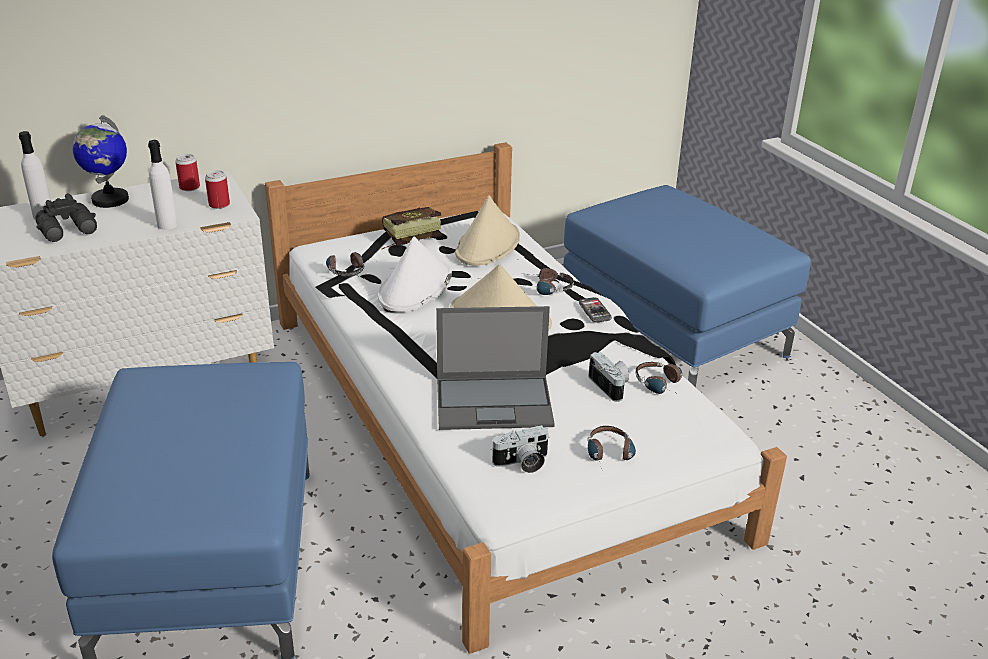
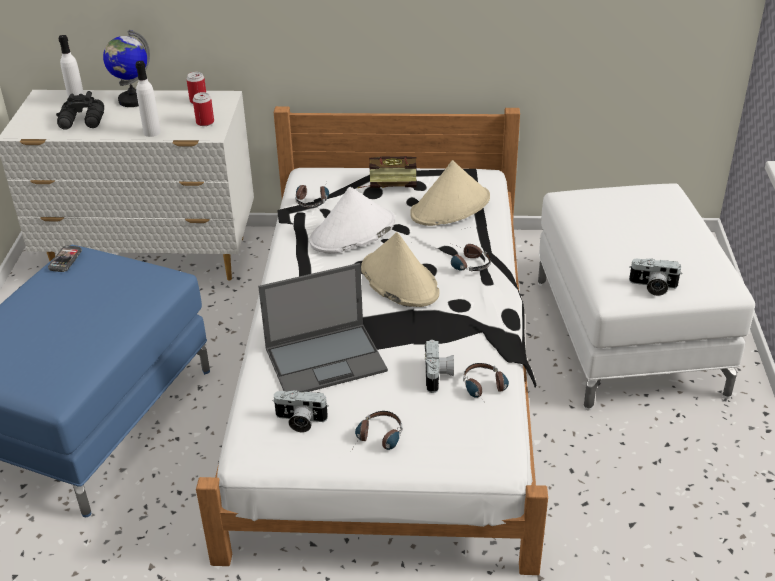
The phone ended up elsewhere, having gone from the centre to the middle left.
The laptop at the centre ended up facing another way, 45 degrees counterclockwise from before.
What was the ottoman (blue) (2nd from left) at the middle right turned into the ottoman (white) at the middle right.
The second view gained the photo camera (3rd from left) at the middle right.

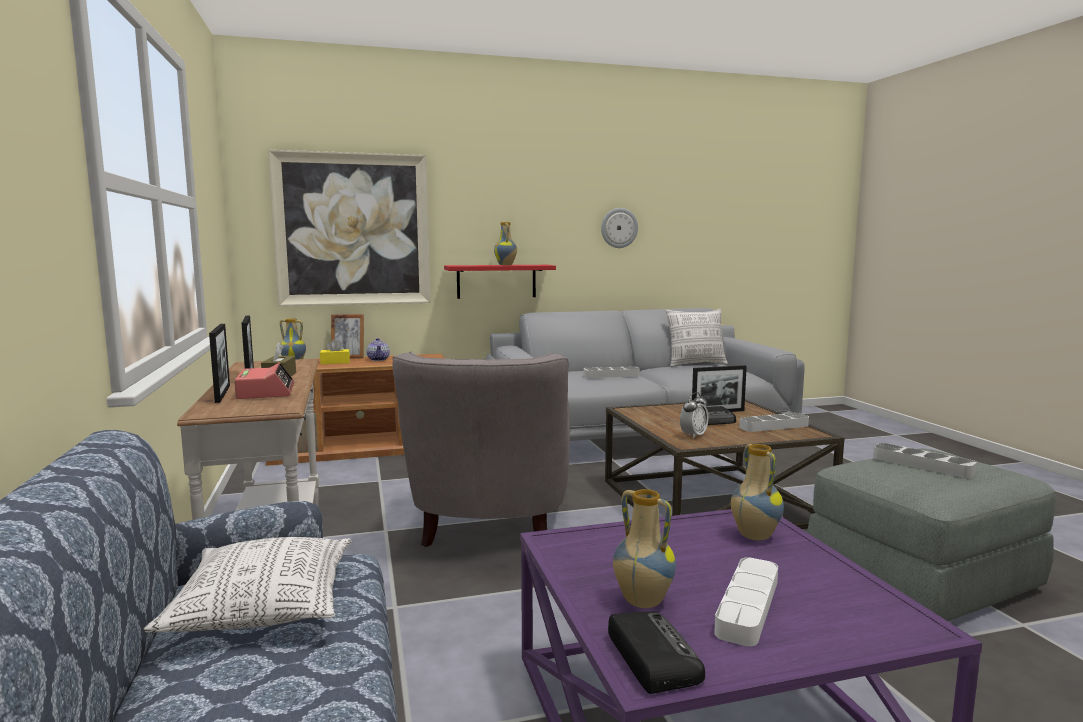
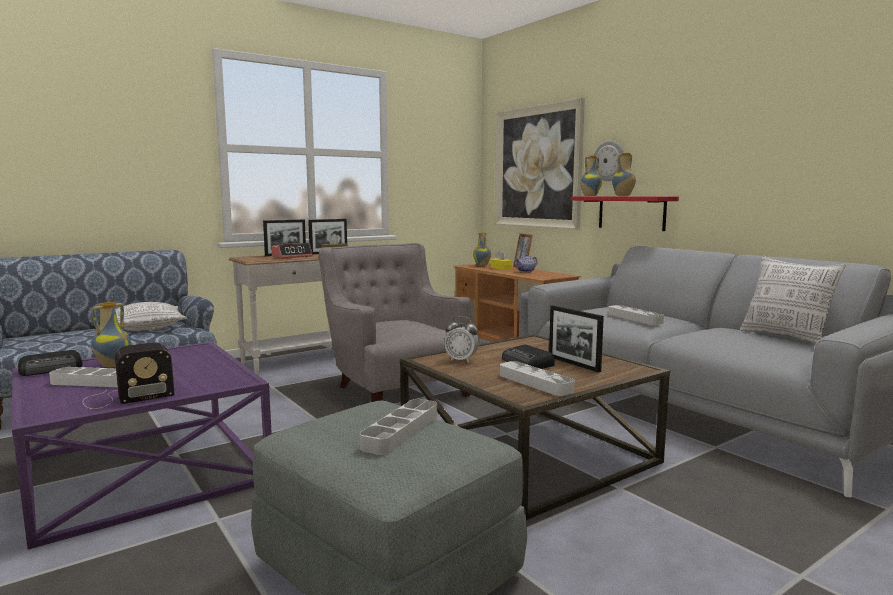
The second view gained the radio (2nd from left) at the middle left.
The armchair (grey) at the centre ended up facing another way, 75 degrees clockwise from before.
The vase (4th from left in the first image) ended up elsewhere, having gone from the bottom right to the top centre.
The wall clock ended up elsewhere, having gone from the top centre to the top right.

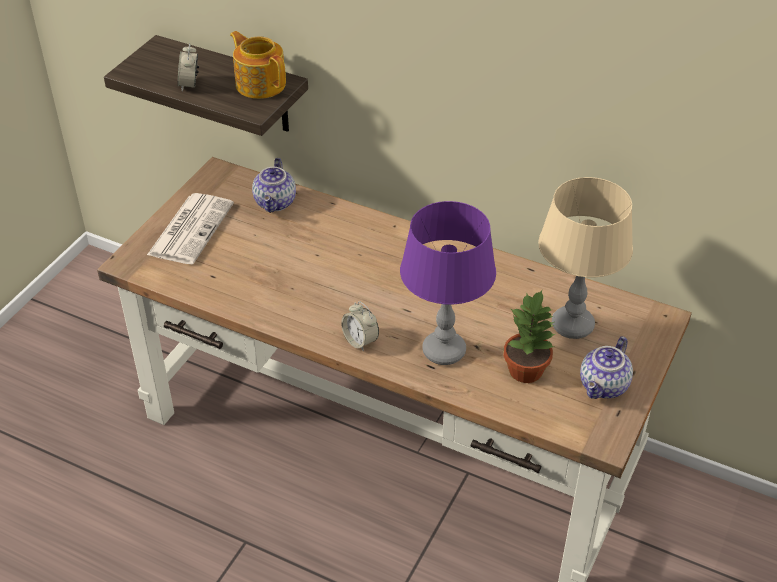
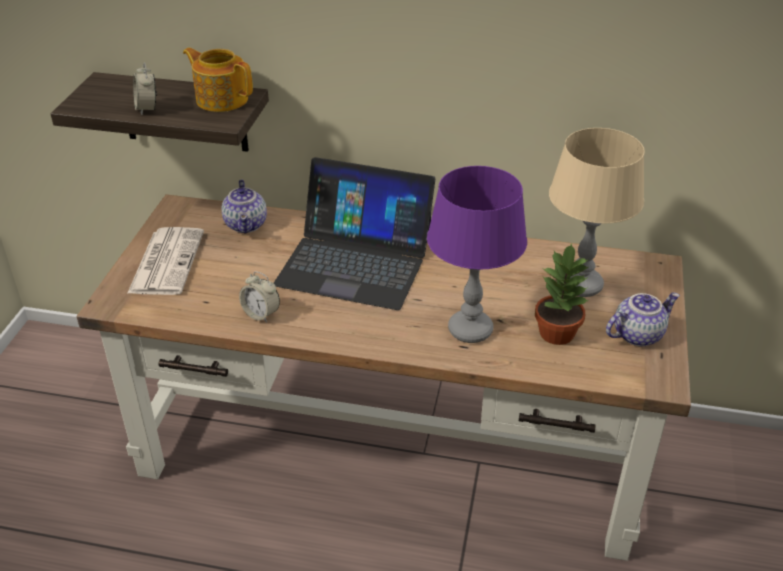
The alarm clock (2nd from left) ended up elsewhere, having gone from the centre to the middle left.
The second view gained the laptop at the centre.
The teapot (3rd from left) at the middle right ended up facing another way, 135 degrees counterclockwise from before.

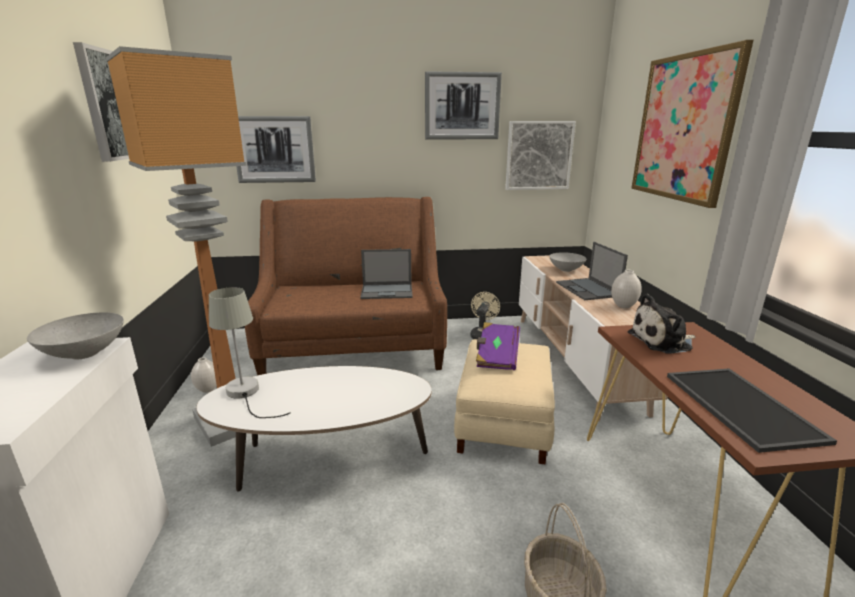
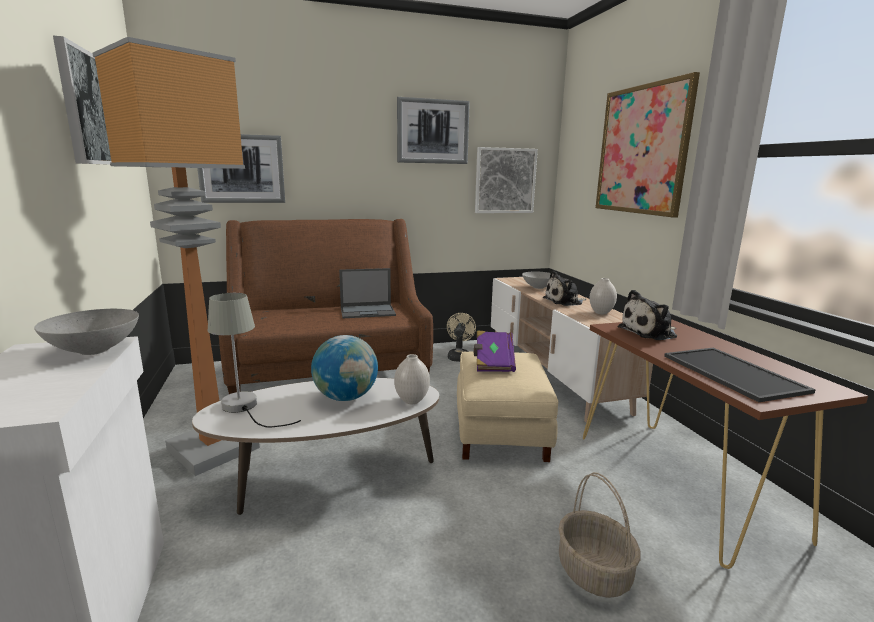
The second view gained the globe at the centre.
The vase (white) (1st from left) ended up elsewhere, having gone from the middle left to the centre.
Where the laptop (2nd from left) stood at the middle right, the plush toy (1st from left) came to stand at the centre.

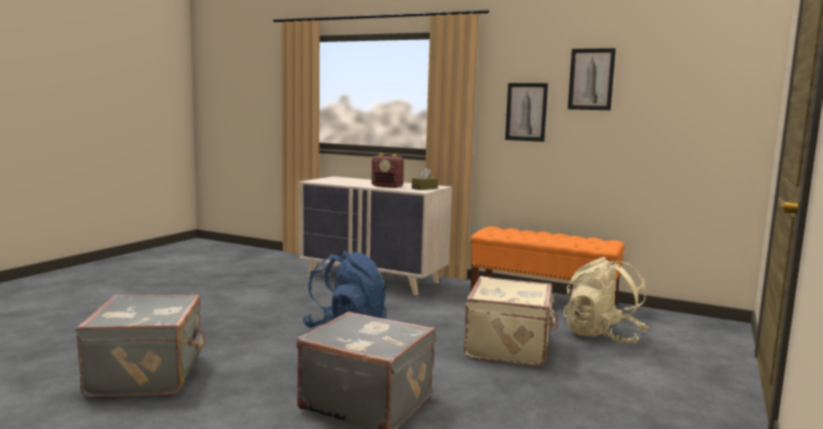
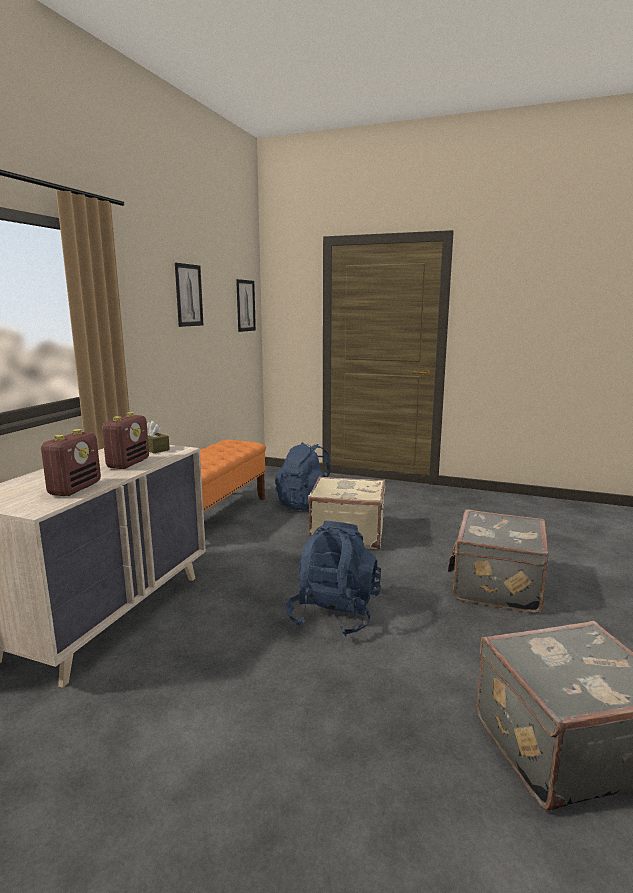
The second view gained the radio (1st from left) at the middle left.
The picture (1st from left in the first image) ended up elsewhere, having gone from the top centre to the centre.
What was the backpack (beige) at the bottom right turned into the backpack (blue) (1st from left) at the centre.

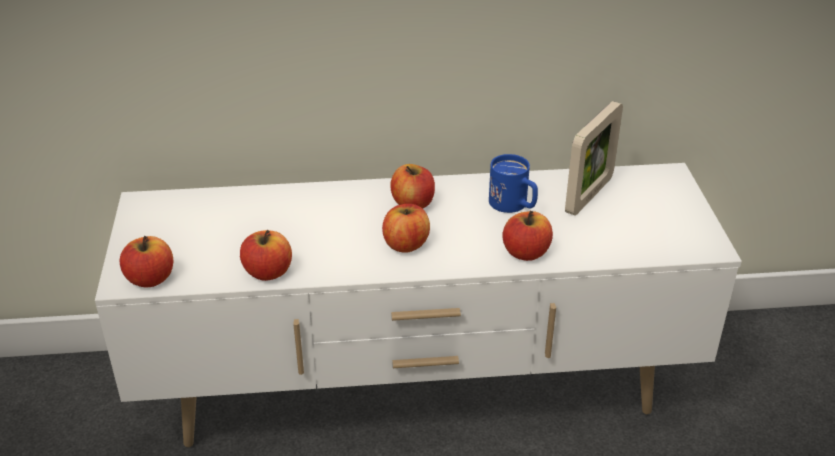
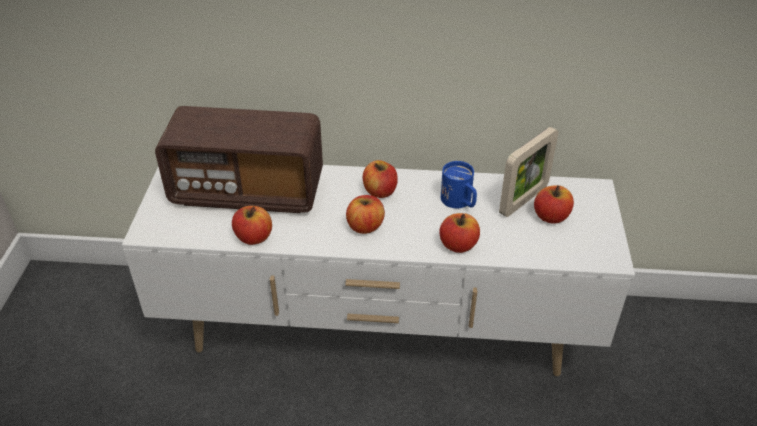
The second view gained the radio at the middle left.
The apple (1st from left in the first image) ended up elsewhere, having gone from the middle left to the middle right.

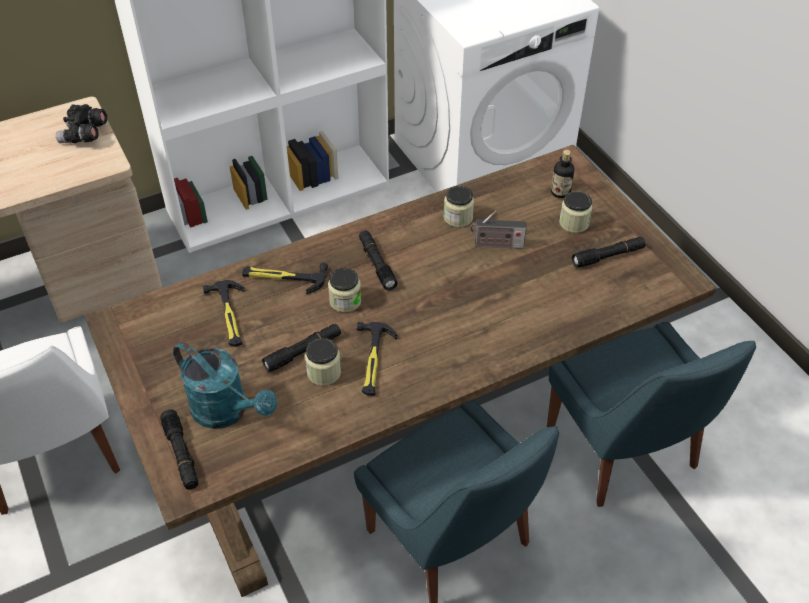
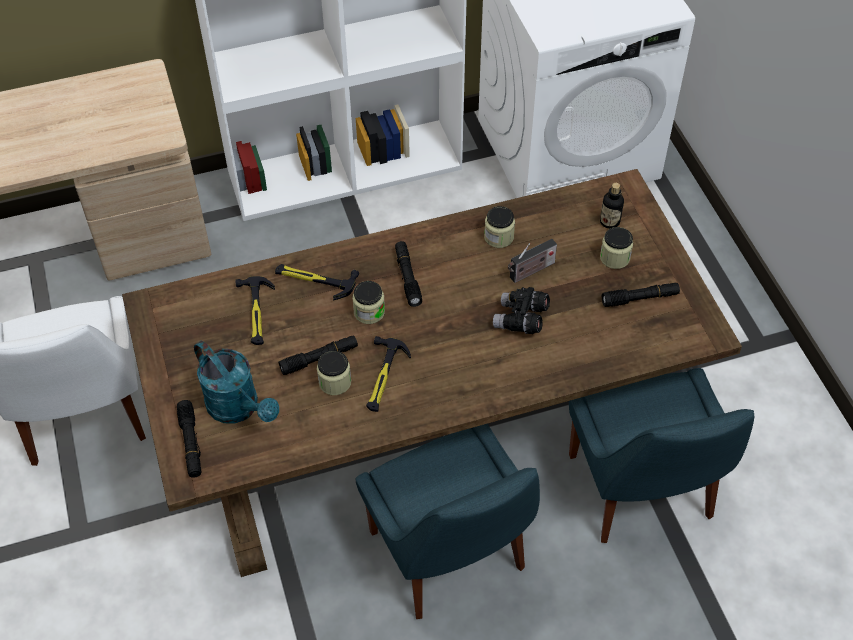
The binoculars (black) ended up elsewhere, having gone from the top left to the centre.
The radio at the centre ended up facing another way, 45 degrees counterclockwise from before.

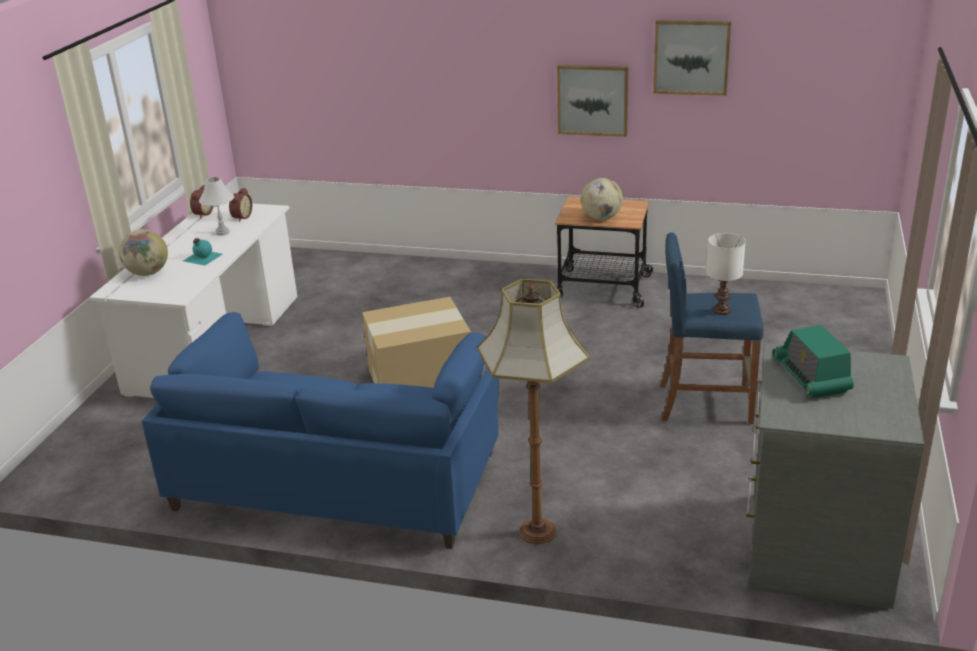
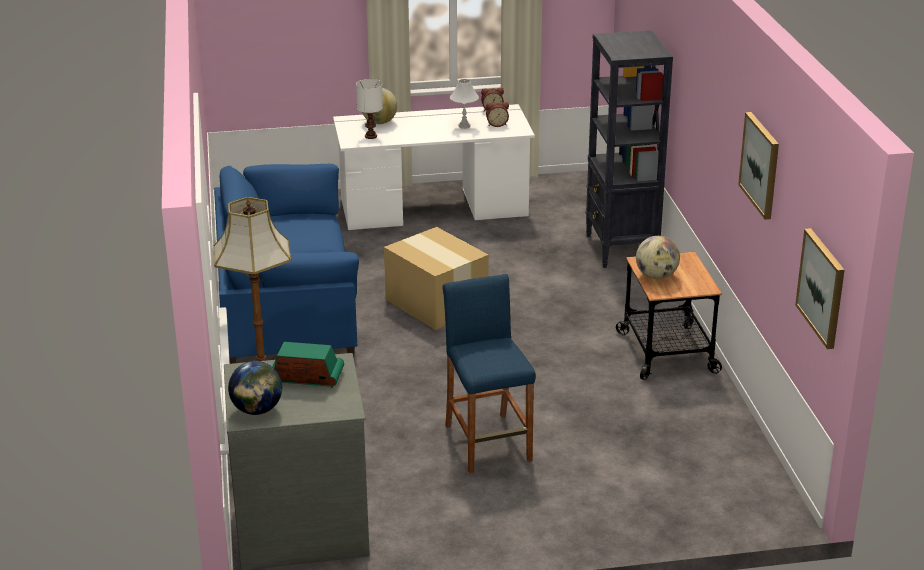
The second view gained the globe (1st from left) at the bottom left.
The radio at the middle right ended up facing another way, 45 degrees clockwise from before.
The table lamp (white) (2nd from left in the first image) ended up elsewhere, having gone from the middle right to the top centre.
The second view gained the bookcase (black) at the top right.
The picture (1st from left in the first image) ended up elsewhere, having gone from the top centre to the middle right.
The second view lost the bottle (turquoise) at the middle left.

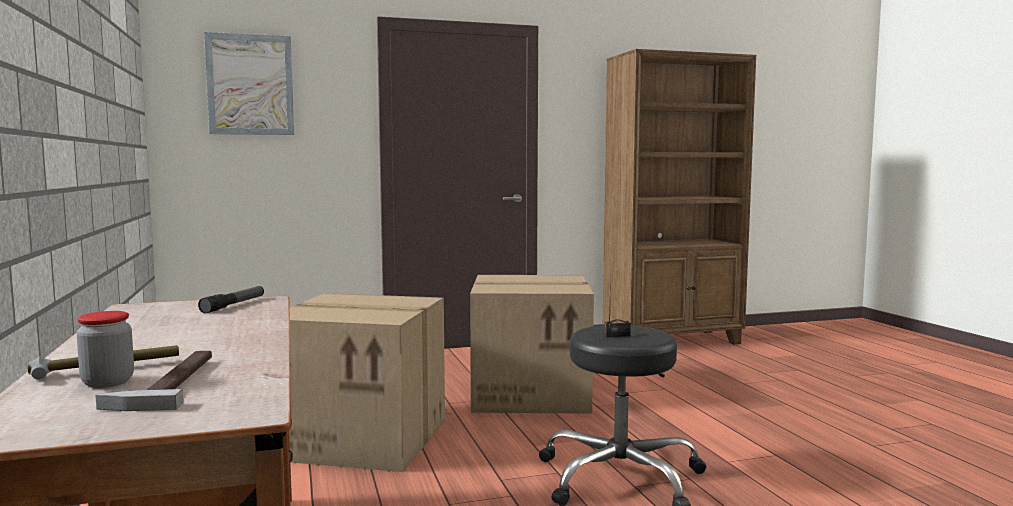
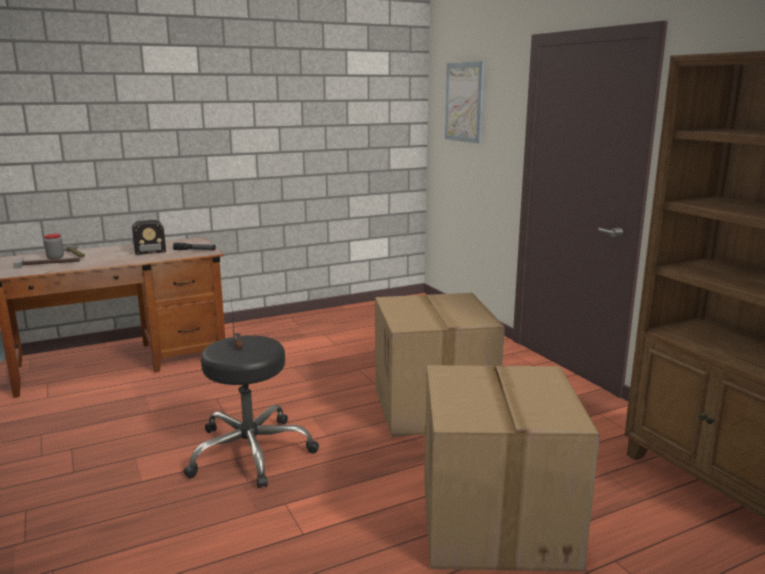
The second view gained the radio (1st from left) at the middle left.
The cardboard box (1st from left in the first image) ended up elsewhere, having gone from the bottom centre to the bottom right.

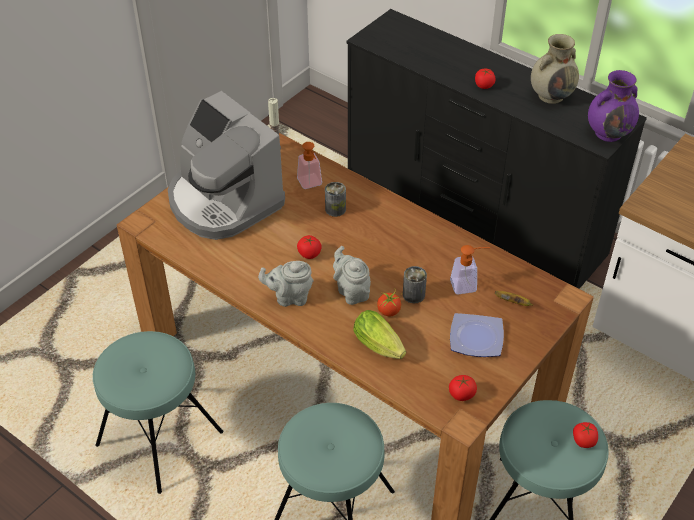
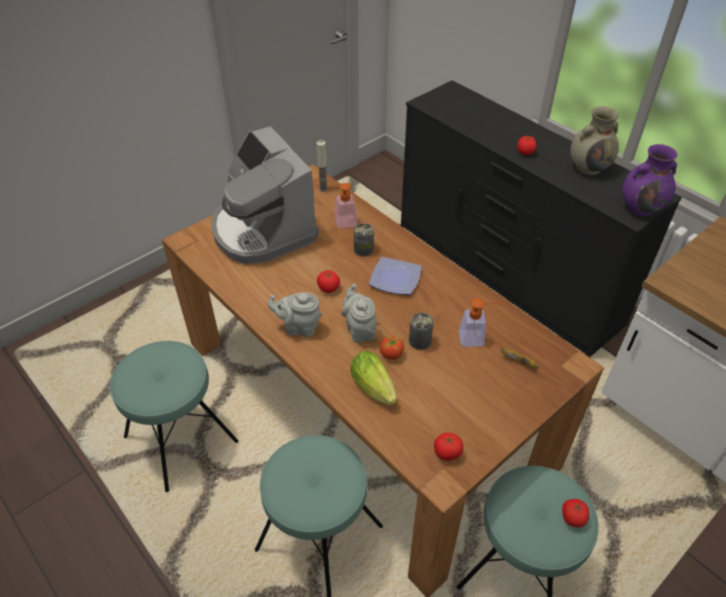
The plate ended up elsewhere, having gone from the middle right to the centre.

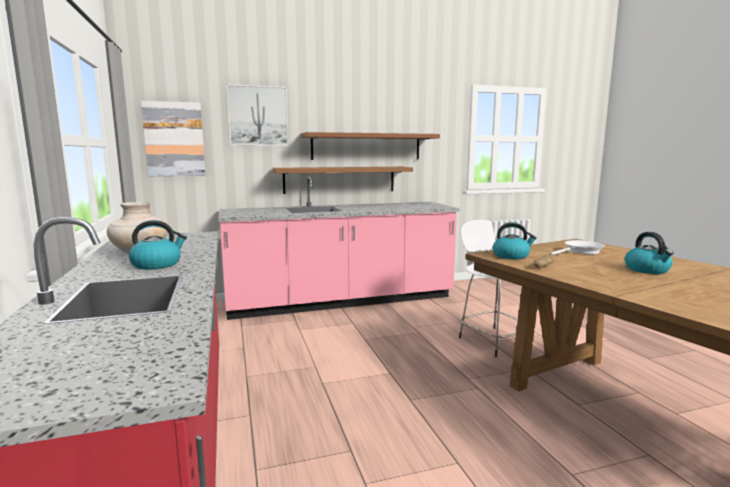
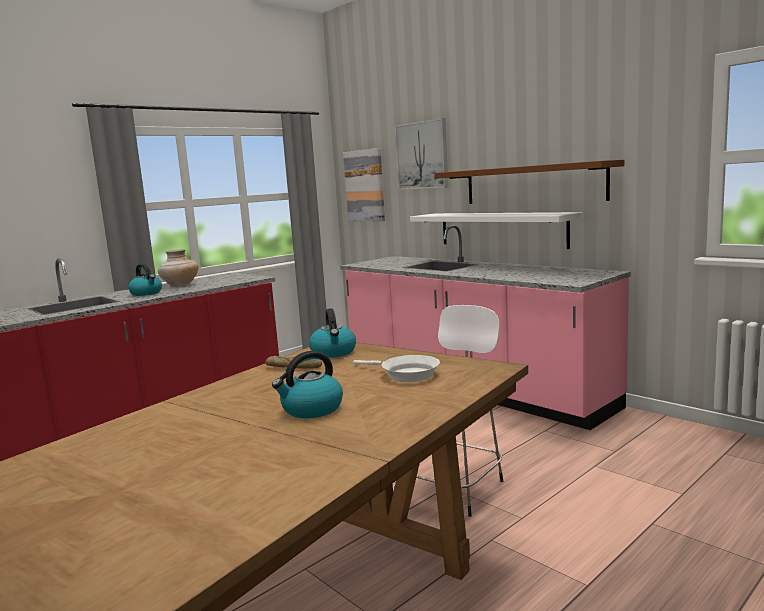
What was the shelf (brown) (1st from left) at the centre turned into the shelf (white) at the centre.

